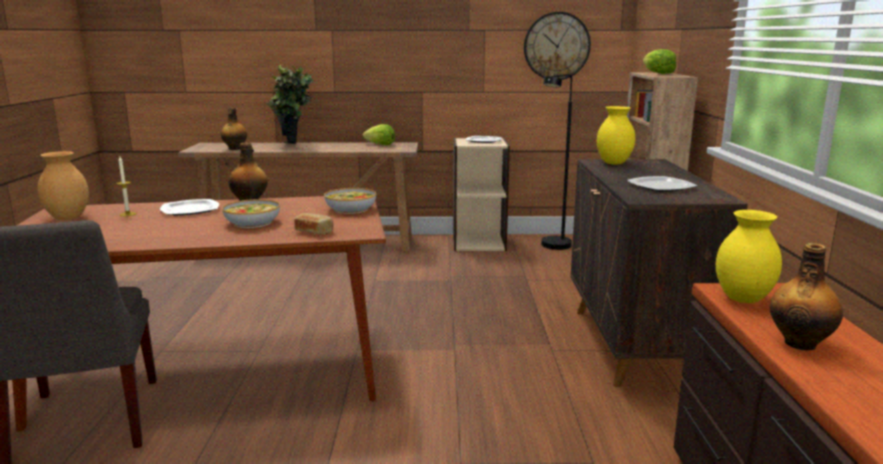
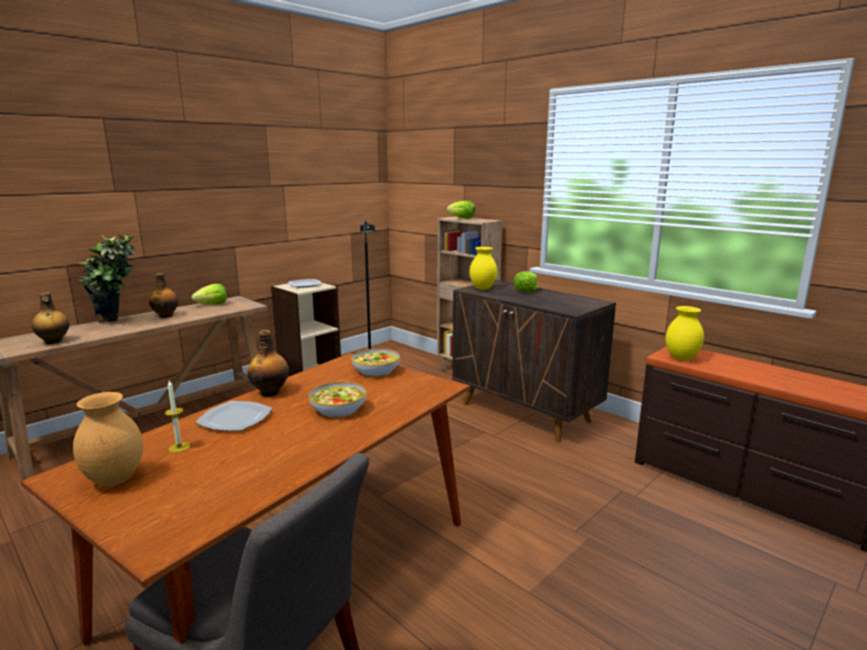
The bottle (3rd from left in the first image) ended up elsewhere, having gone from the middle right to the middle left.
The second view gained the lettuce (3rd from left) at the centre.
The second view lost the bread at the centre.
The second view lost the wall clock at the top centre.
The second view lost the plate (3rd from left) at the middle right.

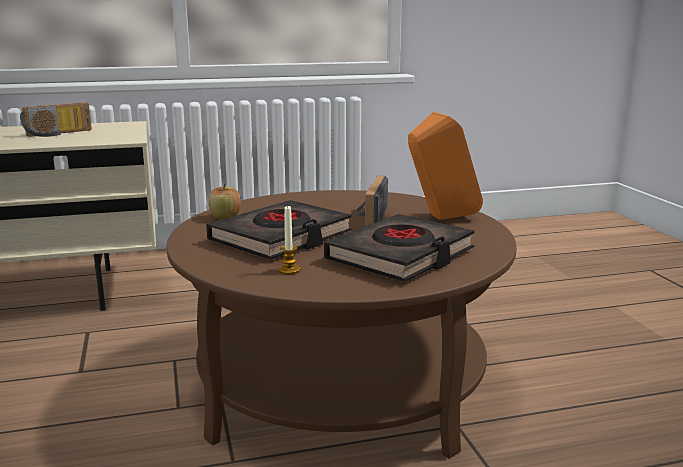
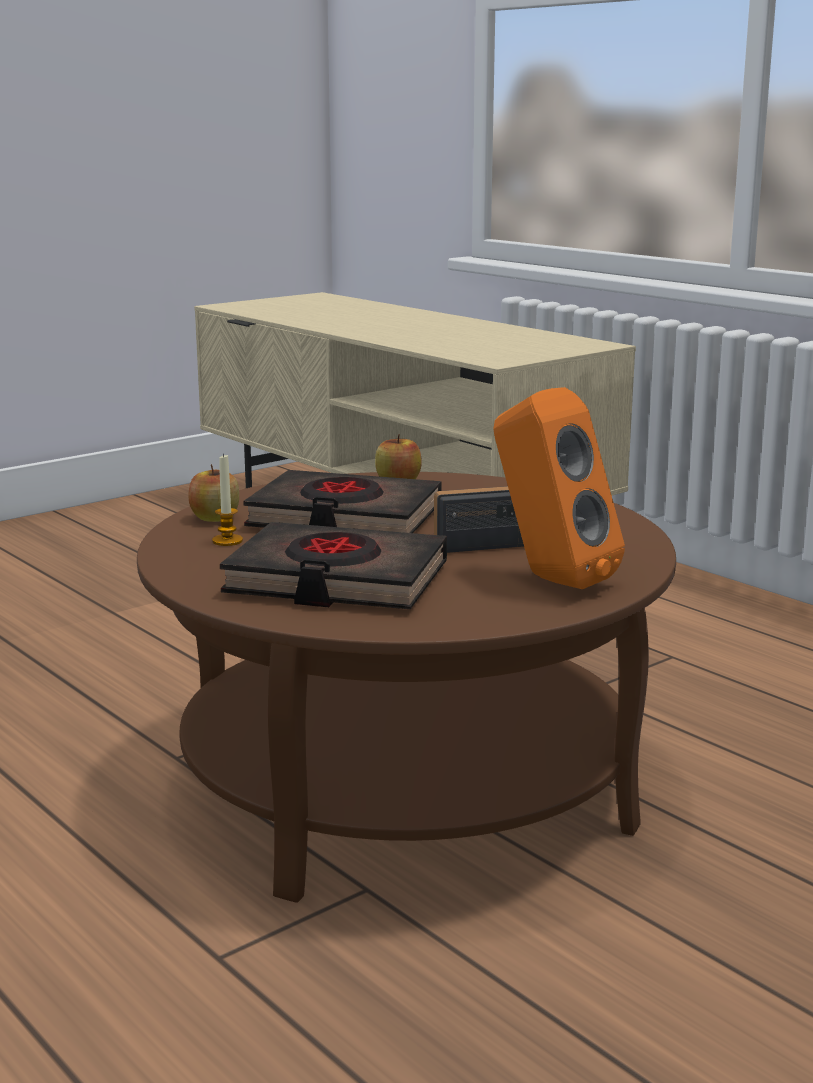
The second view gained the apple (1st from left) at the middle left.
The second view lost the radio (1st from left) at the top left.

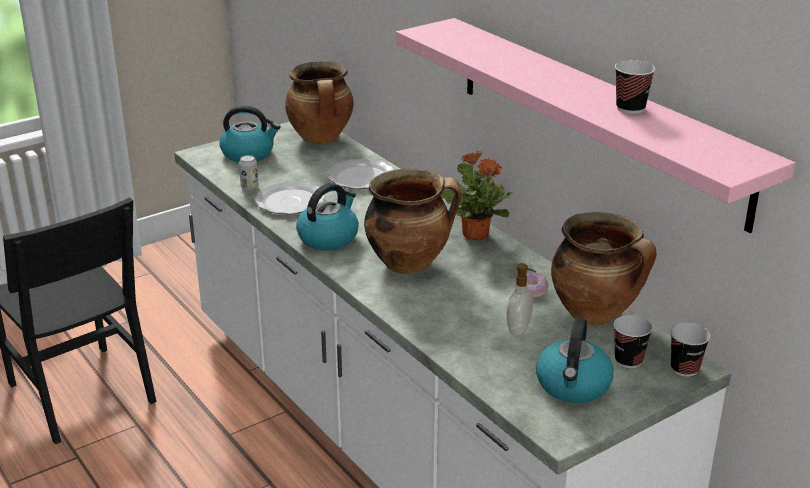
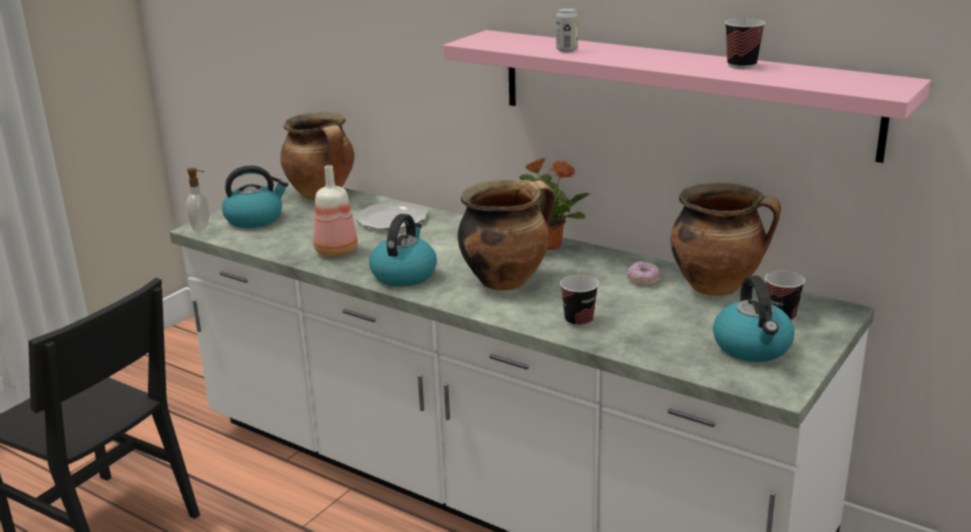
The soap dispenser ended up elsewhere, having gone from the centre to the middle left.
Where the plate (1st from left) stood at the centre, the bottle came to stand at the centre.
The can ended up elsewhere, having gone from the middle left to the top centre.
The cup (3rd from left in the first image) ended up elsewhere, having gone from the bottom right to the centre.

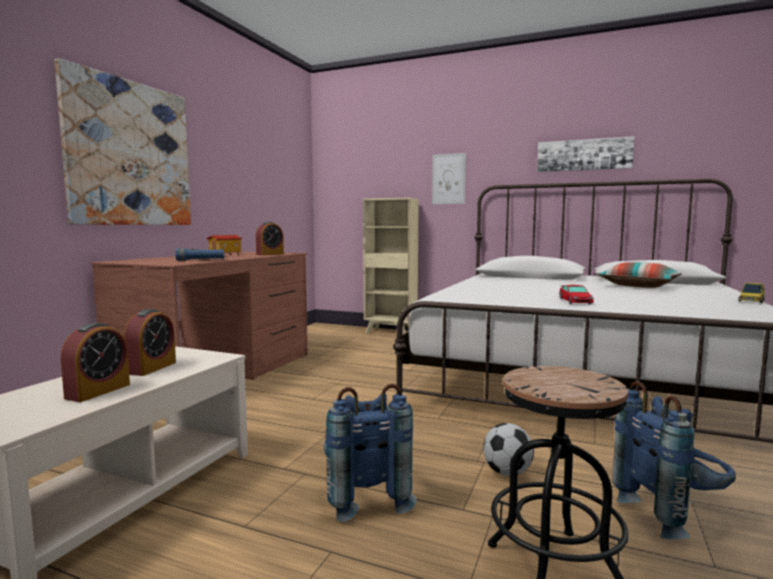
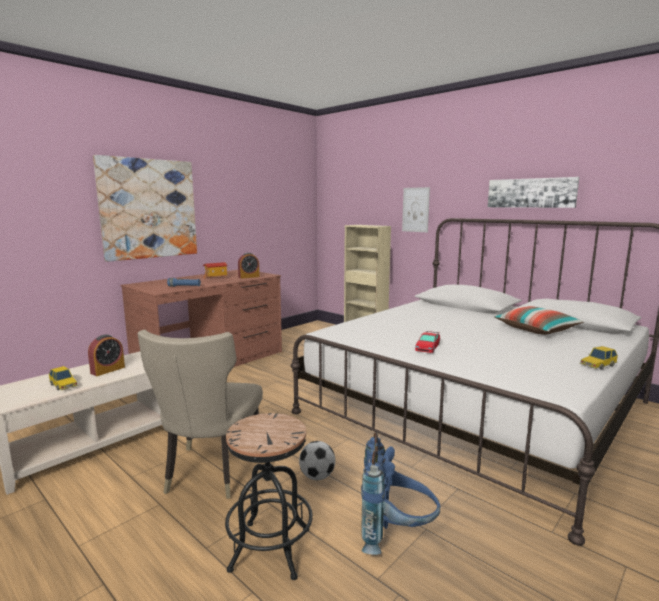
Where the alarm clock (1st from left) stood at the middle left, the toy car (1st from left) came to stand at the middle left.
Where the backpack (blue) (1st from left) stood at the bottom centre, the chair (beige) came to stand at the bottom left.

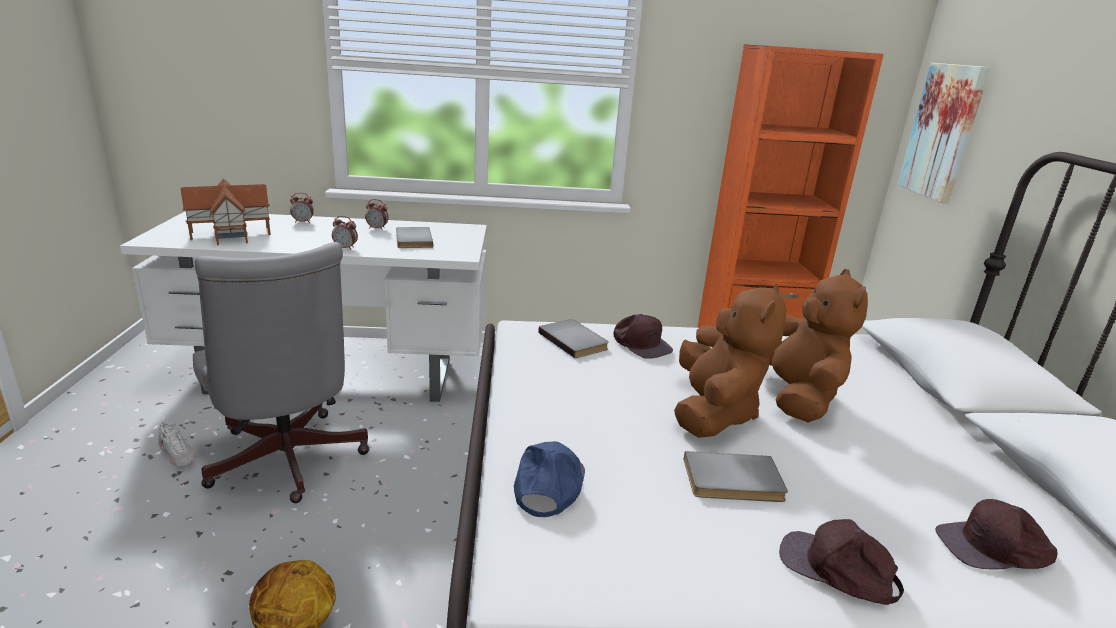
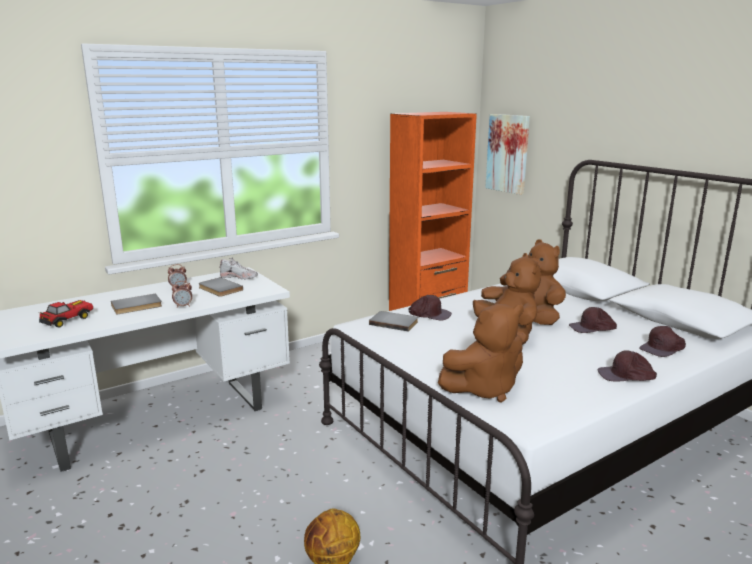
Where the toy house stood at the middle left, the toy car came to stand at the middle left.
The book (grey) (3rd from left in the first image) ended up elsewhere, having gone from the bottom centre to the middle left.
The shoe (white) ended up elsewhere, having gone from the bottom left to the middle left.
Where the cap (blue) stood at the bottom centre, the plush toy (brown) (1st from left) came to stand at the centre.
The second view gained the cap (brown) (2nd from left) at the middle right.
The second view lost the office chair (grey) at the middle left.
The second view lost the alarm clock (1st from left) at the top left.

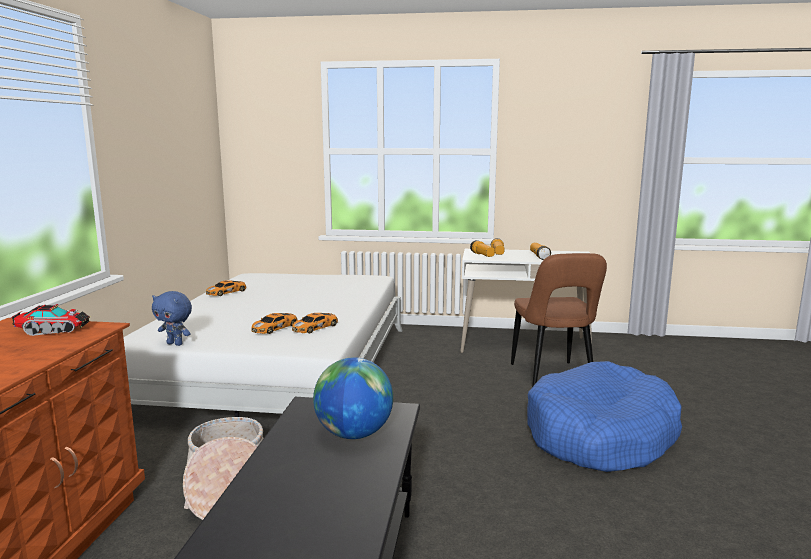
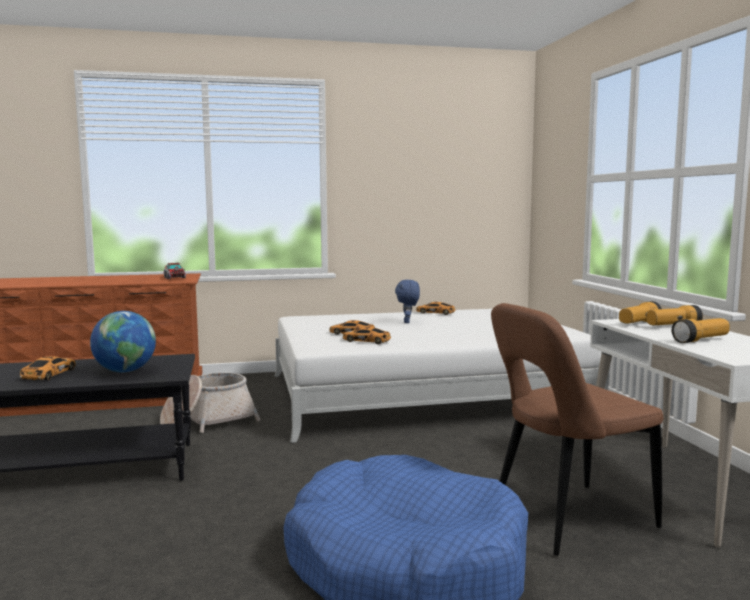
The second view gained the toy car (1st from left) at the middle left.
The plush toy (blue) ended up elsewhere, having gone from the middle left to the centre.

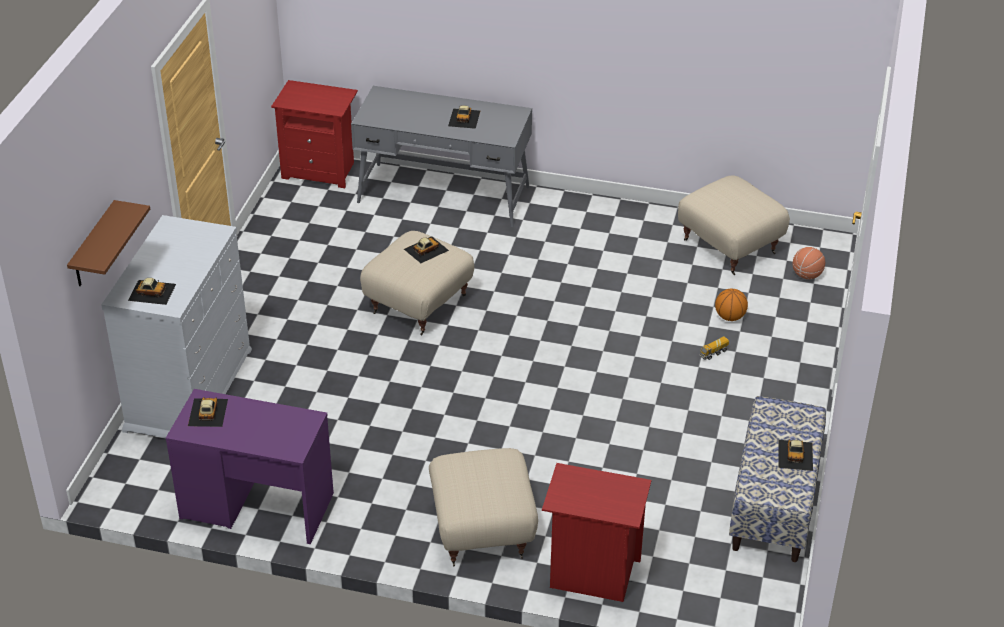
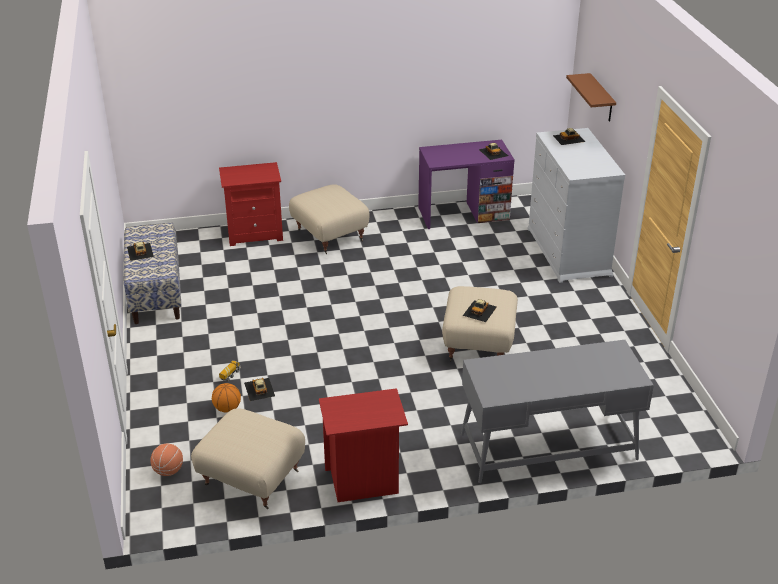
The toy car (4th from left in the first image) ended up elsewhere, having gone from the top centre to the middle left.
The nightstand (red) (1st from left in the first image) ended up elsewhere, having gone from the top left to the bottom centre.

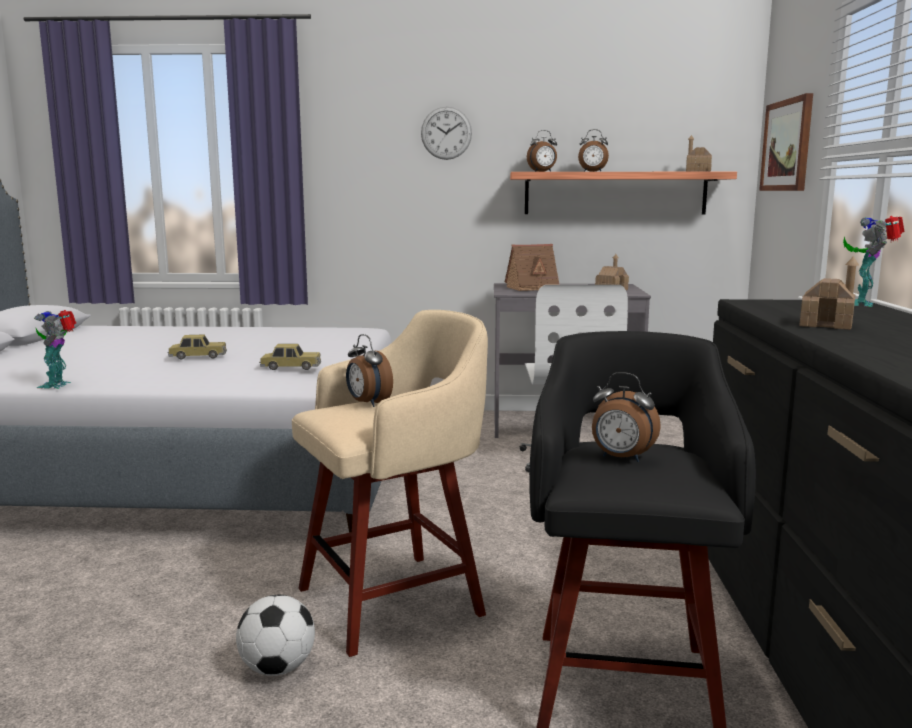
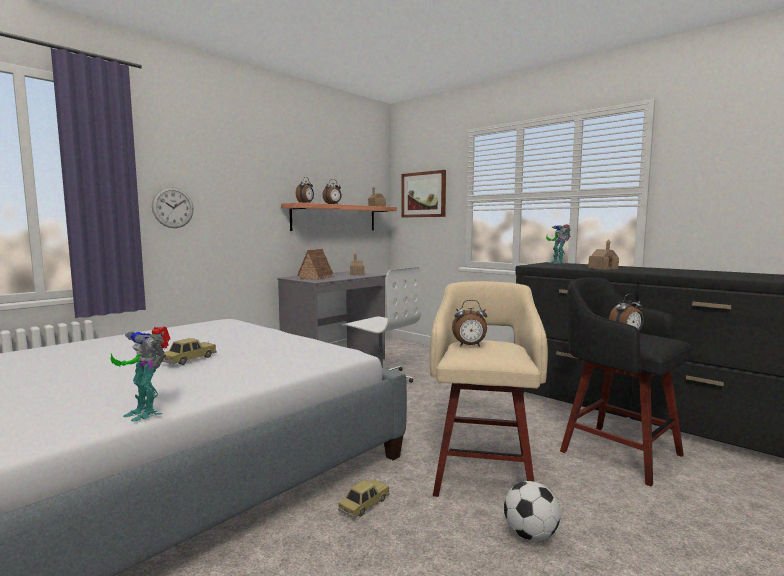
The wall clock ended up elsewhere, having gone from the top centre to the middle left.
The toy car (2nd from left) ended up elsewhere, having gone from the middle left to the bottom centre.

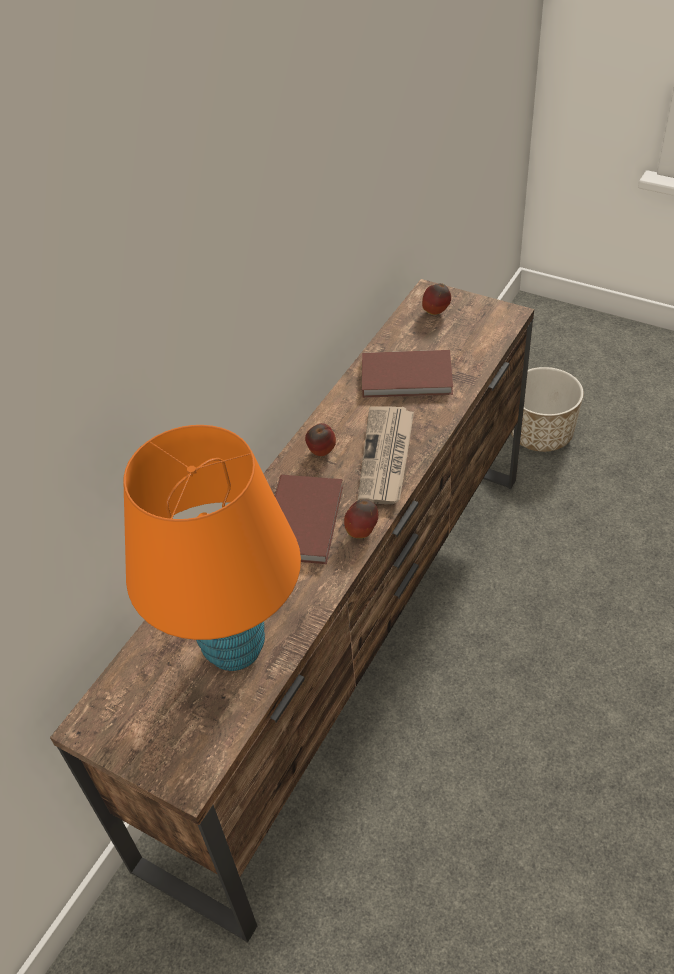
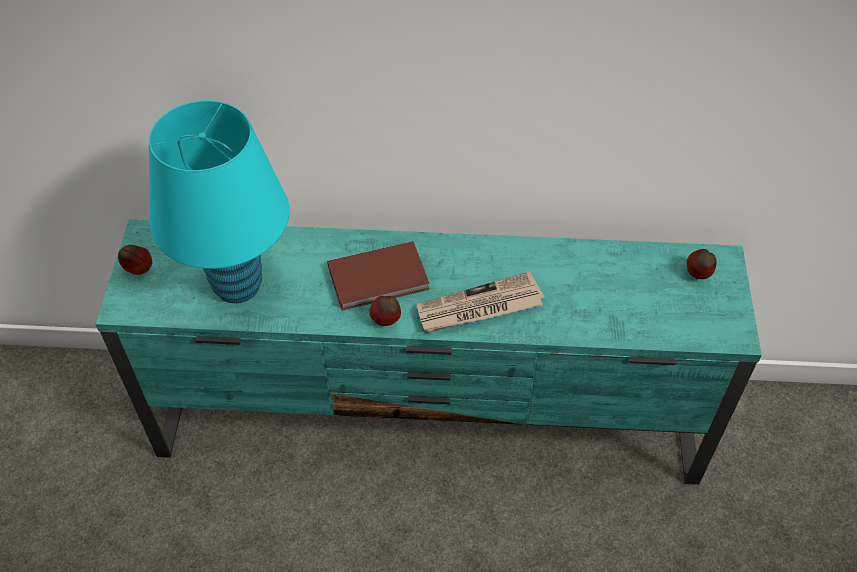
What was the tv stand (brown) at the centre turned into the tv stand (turquoise) at the centre.
The apple (1st from left) ended up elsewhere, having gone from the centre to the middle left.
What was the table lamp (orange) at the middle left turned into the table lamp (turquoise) at the middle left.
The second view lost the book (brown) (2nd from left) at the centre.
The second view lost the planter at the middle right.

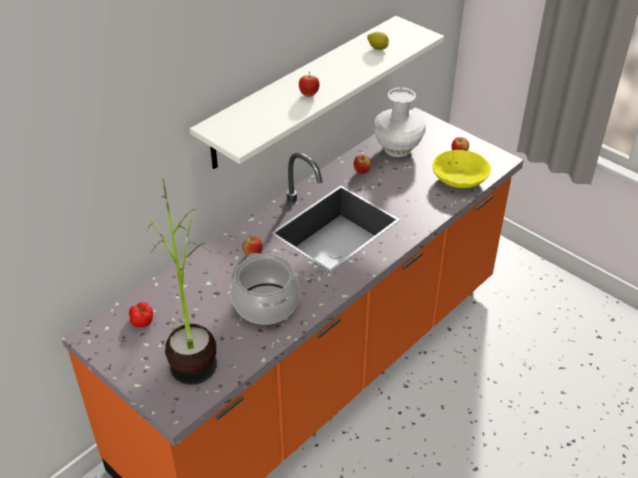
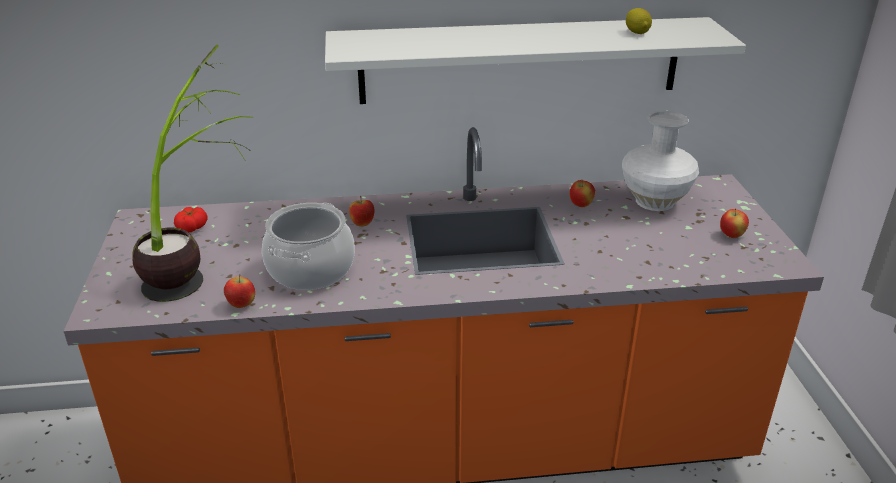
The apple (2nd from left in the first image) ended up elsewhere, having gone from the top centre to the middle left.
The second view lost the bowl (yellow) at the middle right.

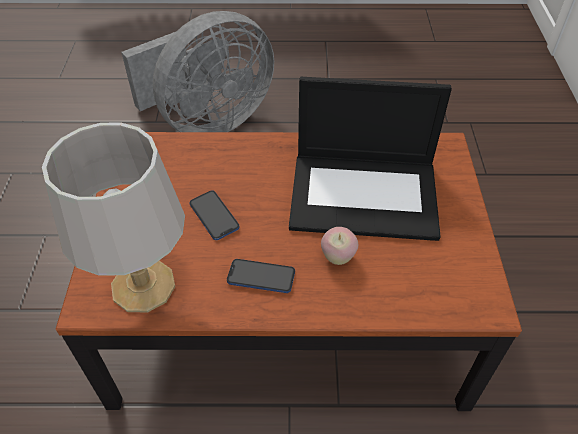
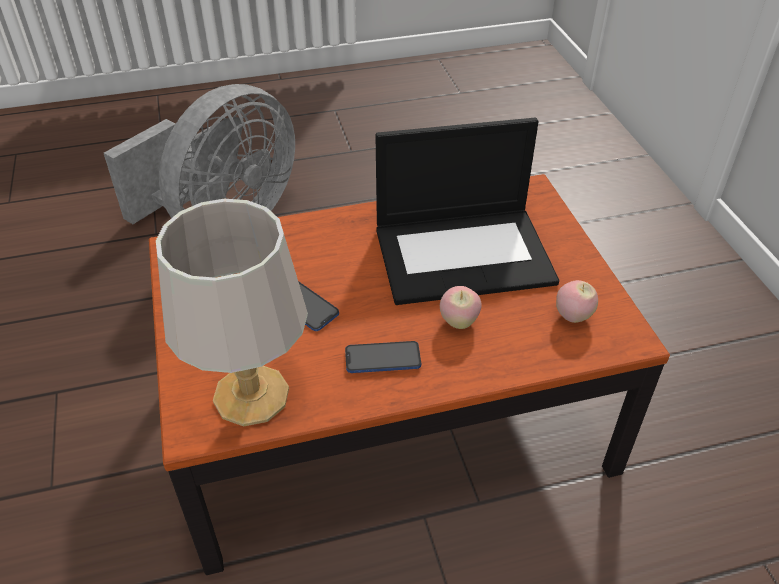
The second view gained the apple (2nd from left) at the middle right.

